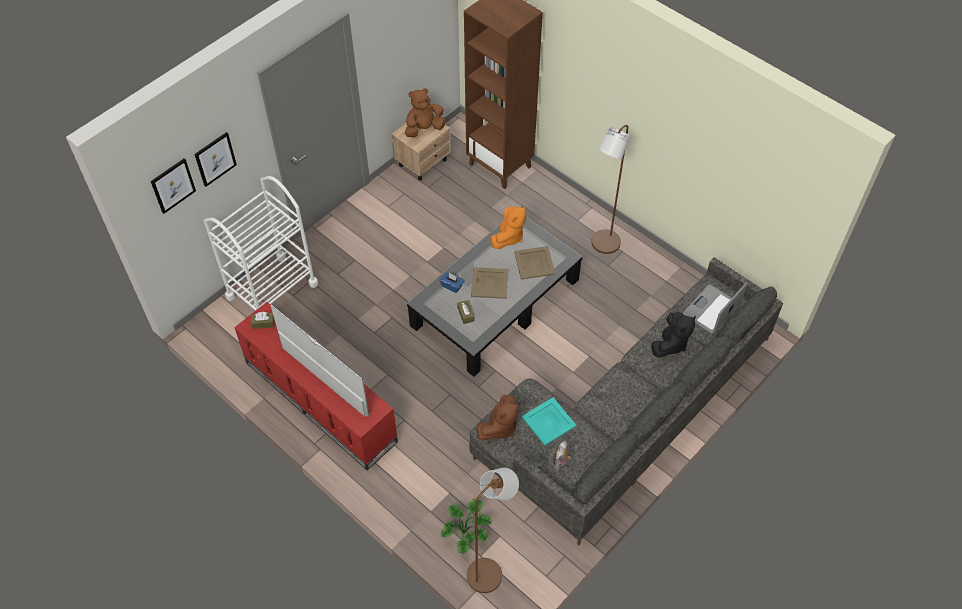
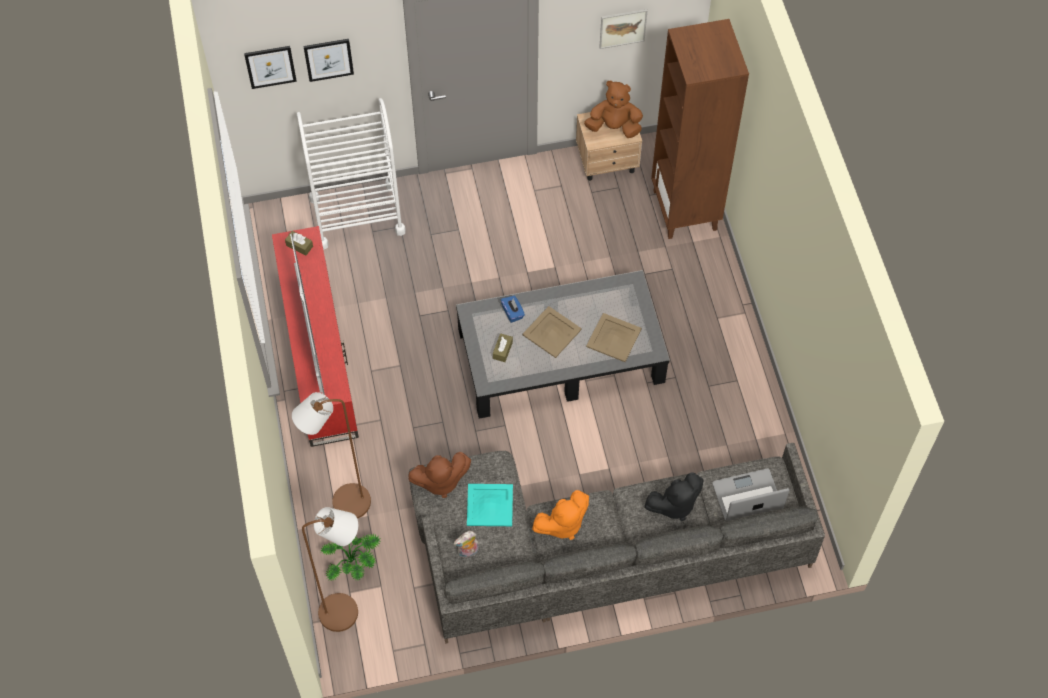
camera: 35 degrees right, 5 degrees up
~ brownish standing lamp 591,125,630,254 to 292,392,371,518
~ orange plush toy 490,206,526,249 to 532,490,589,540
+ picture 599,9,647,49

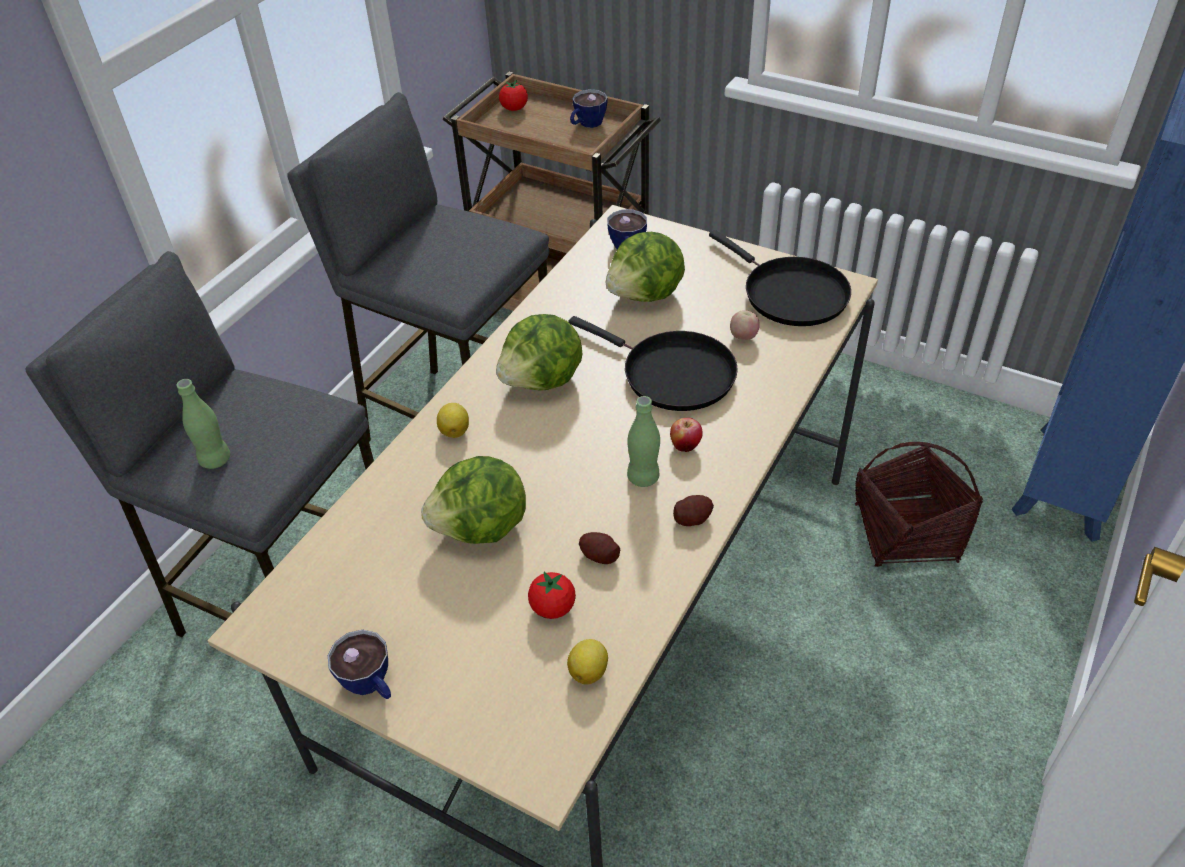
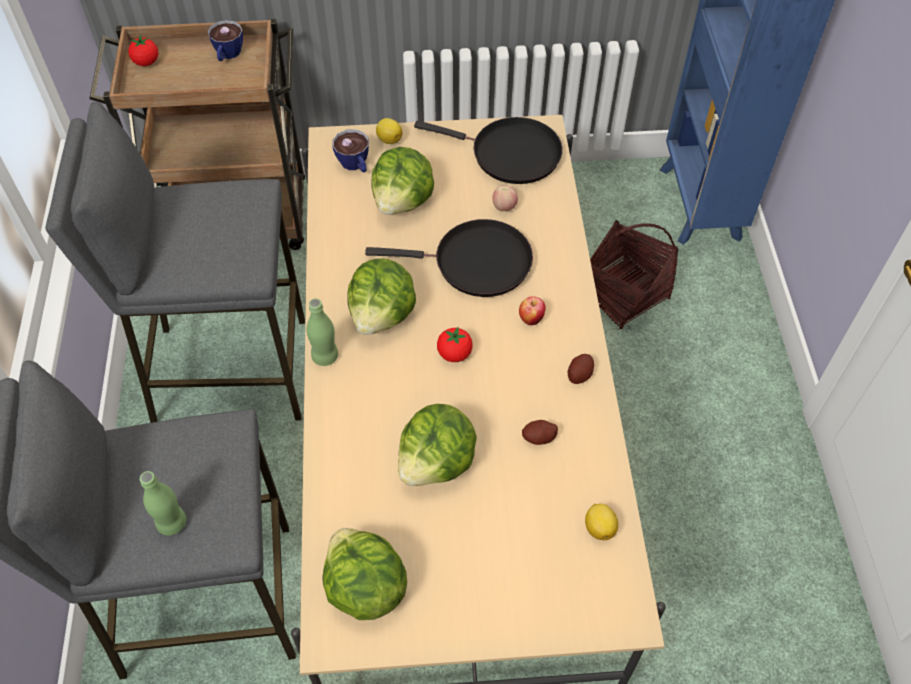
camera: 35 degrees left, 10 degrees up
~ green-coloured drink bottle 627,396,660,487 to 307,298,338,366
~ lemon 437,403,469,438 to 376,118,402,144
~ whole tomato 528,572,576,619 to 437,327,473,362
- drinking cup 328,629,391,699
+ lettuce head 322,528,407,620

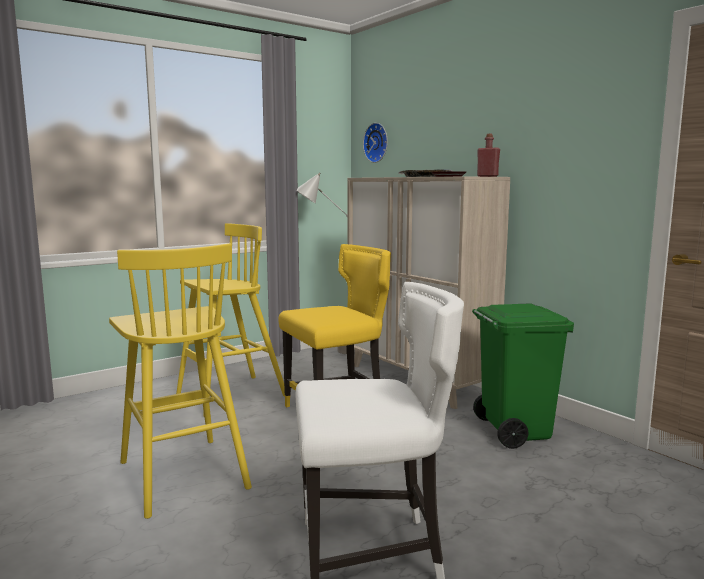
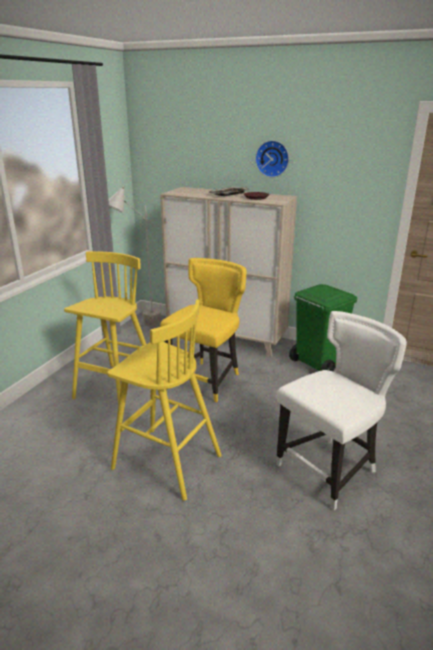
camera: 30 degrees left, 15 degrees up
~ wall clock 363,123,388,163 to 255,140,289,178
- red-coloured drink bottle 477,134,500,177

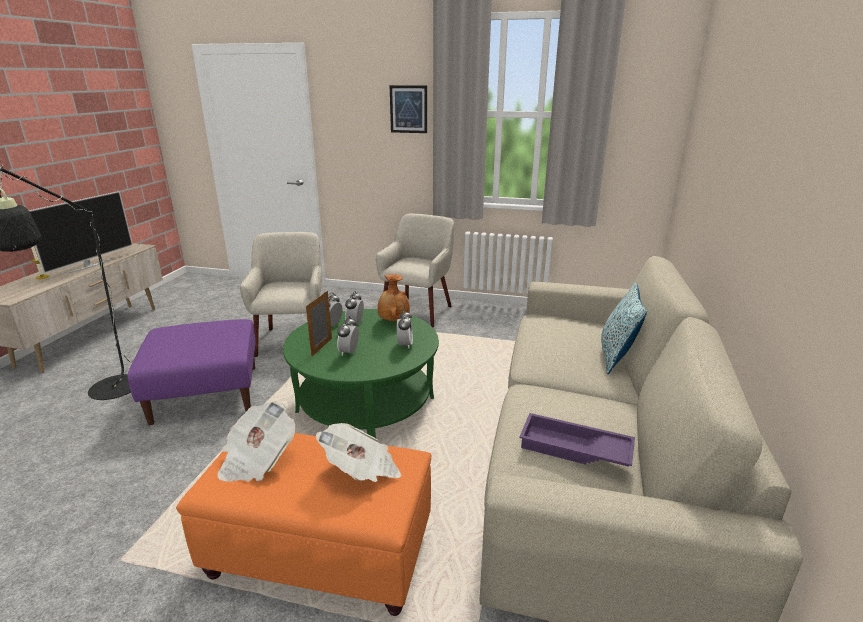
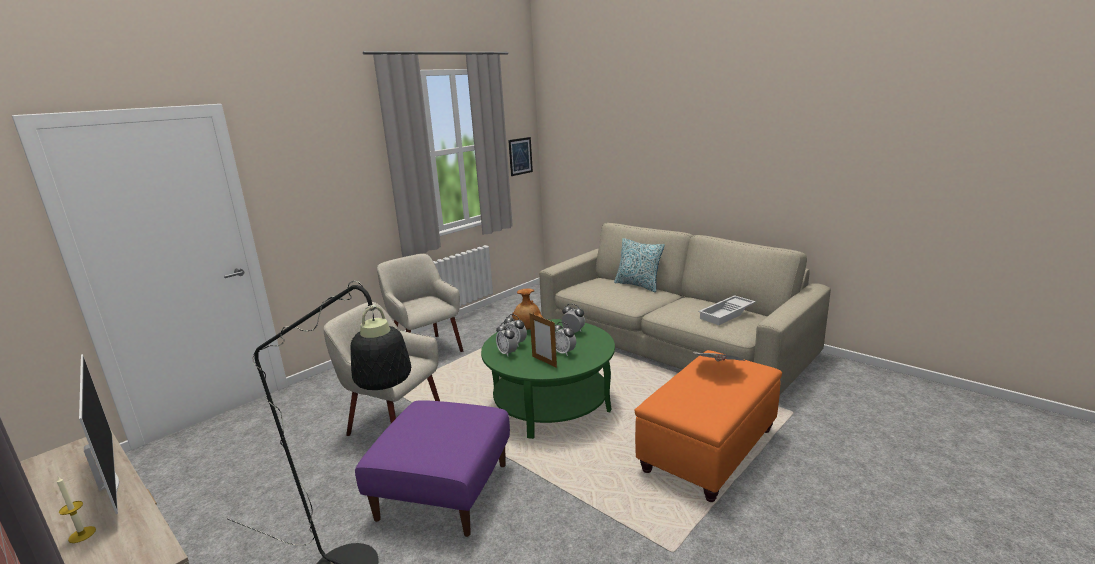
camera: 60 degrees left, 5 degrees down
~ picture 390,85,427,133 to 508,137,533,176
- printed paper 217,401,295,482
~ purple tray 519,413,635,467 to whitish tray 698,295,756,325

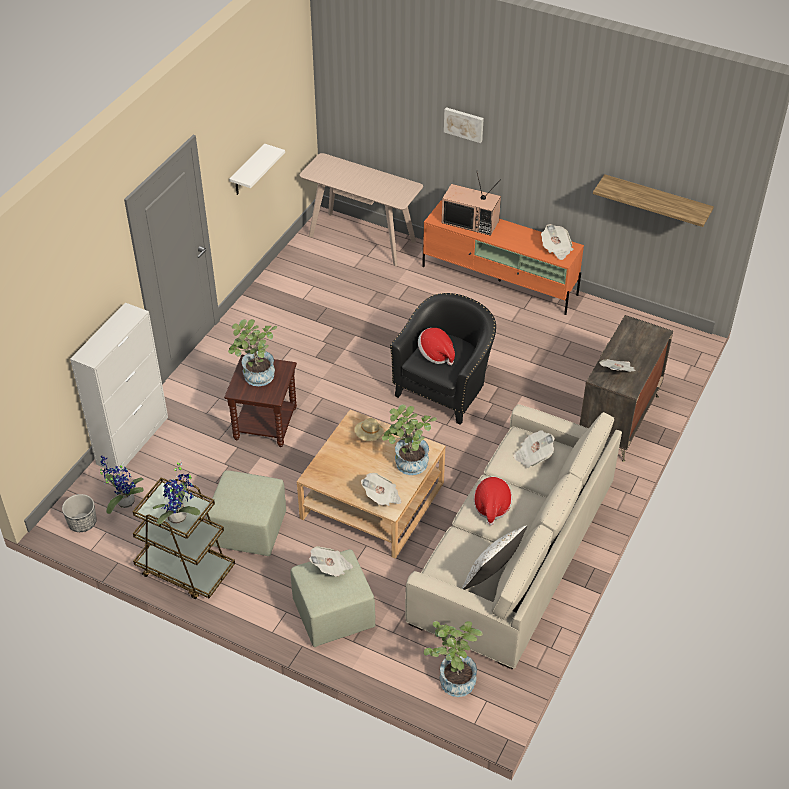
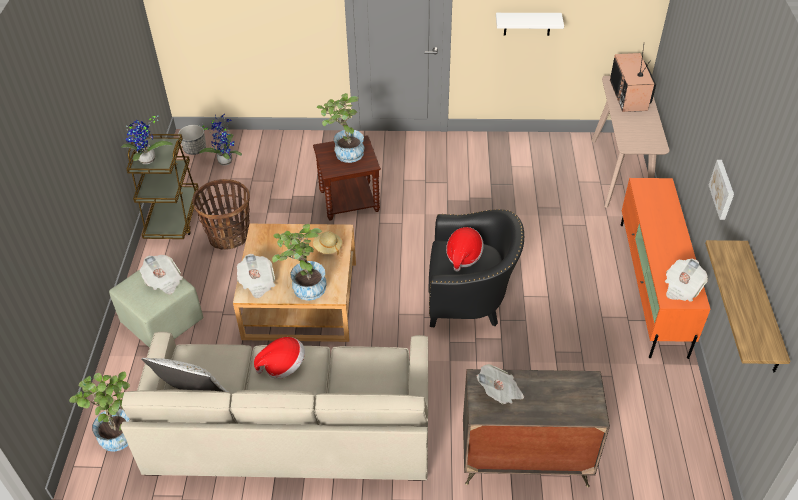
camera: 65 degrees right, 0 degrees up
~ picture 444,107,484,143 to 709,160,734,220
~ TV 442,170,501,236 to 610,42,656,112
- whitish storage cabinet 70,303,168,473
- printed paper 513,431,555,468
~ green-coloured ottoman 206,470,286,556 to household basket 192,179,250,250

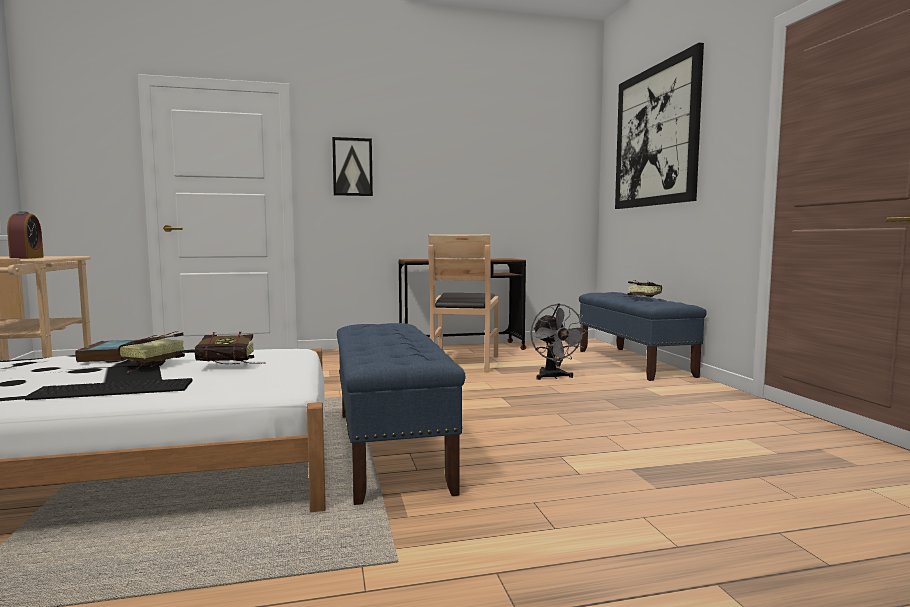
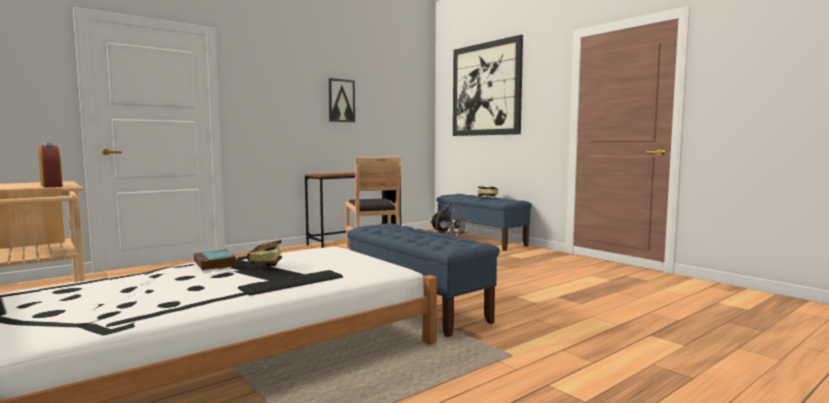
camera: 25 degrees left, 0 degrees up
~ picture 332,137,373,196 to 328,78,355,122
- volume 194,332,266,364

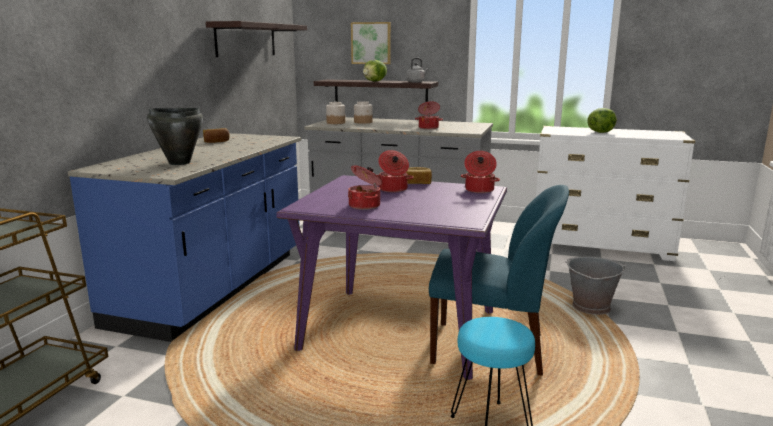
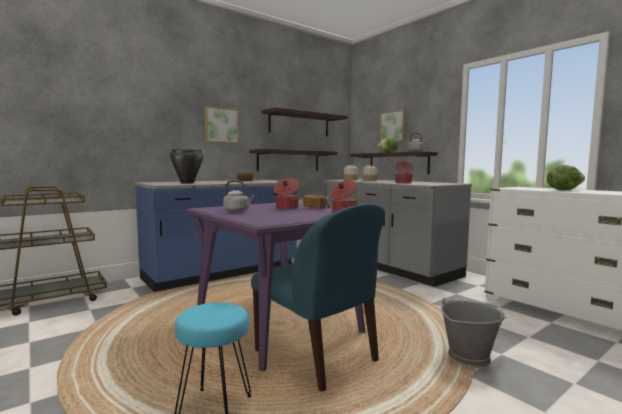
camera: 35 degrees right, 10 degrees down
~ stockpot 348,166,382,210 to grey tea kettle 223,180,255,212
+ picture 205,106,239,143
+ bracket shelf 250,149,337,172

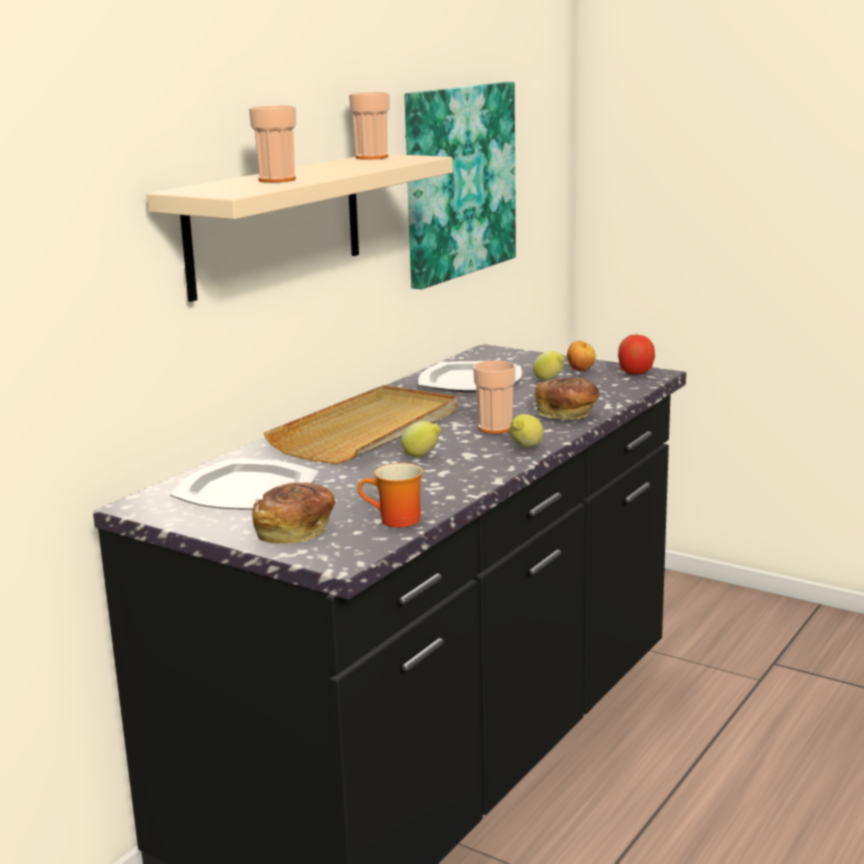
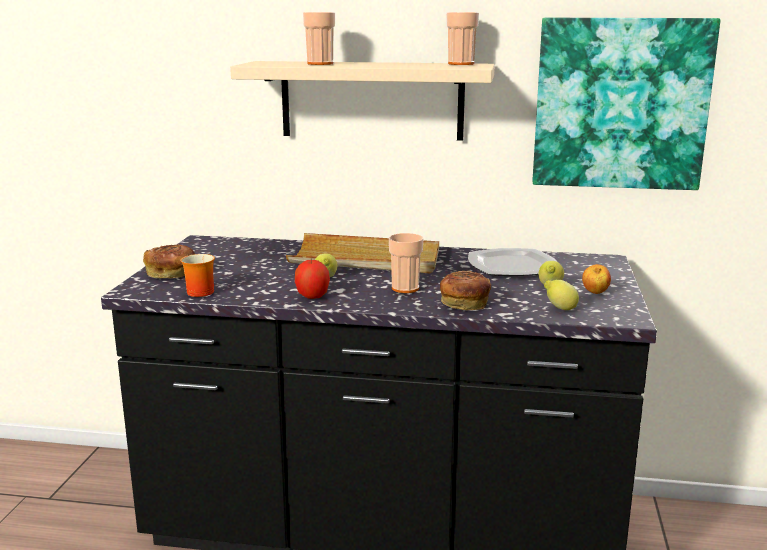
camera: 65 degrees right, 0 degrees up
~ apple fruit 618,333,655,375 to 295,259,330,299
~ lemon 509,414,544,448 to 544,280,579,310
- flat dish 170,459,319,510

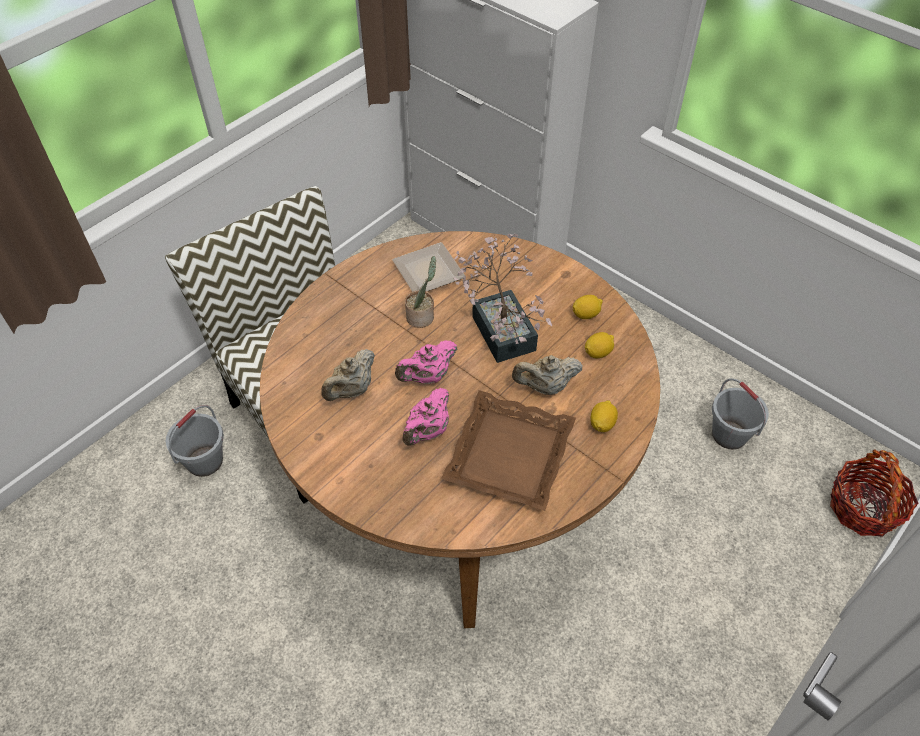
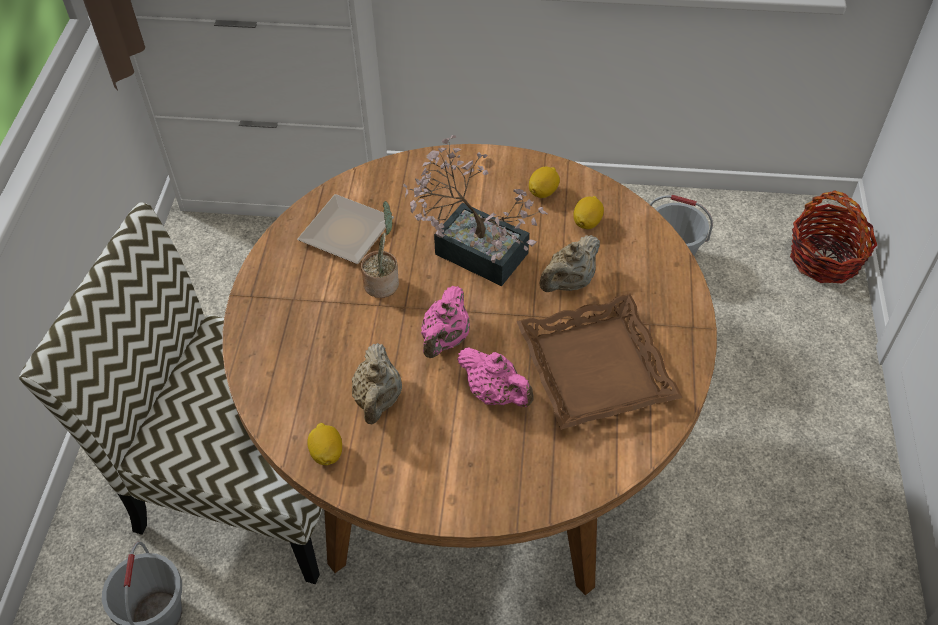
camera: 35 degrees left, 0 degrees up
~ pinkish pot for tea 402,388,449,446 = 457,347,533,407 45 degrees counterclockwise
~ lemon 590,400,618,432 to 307,423,342,465

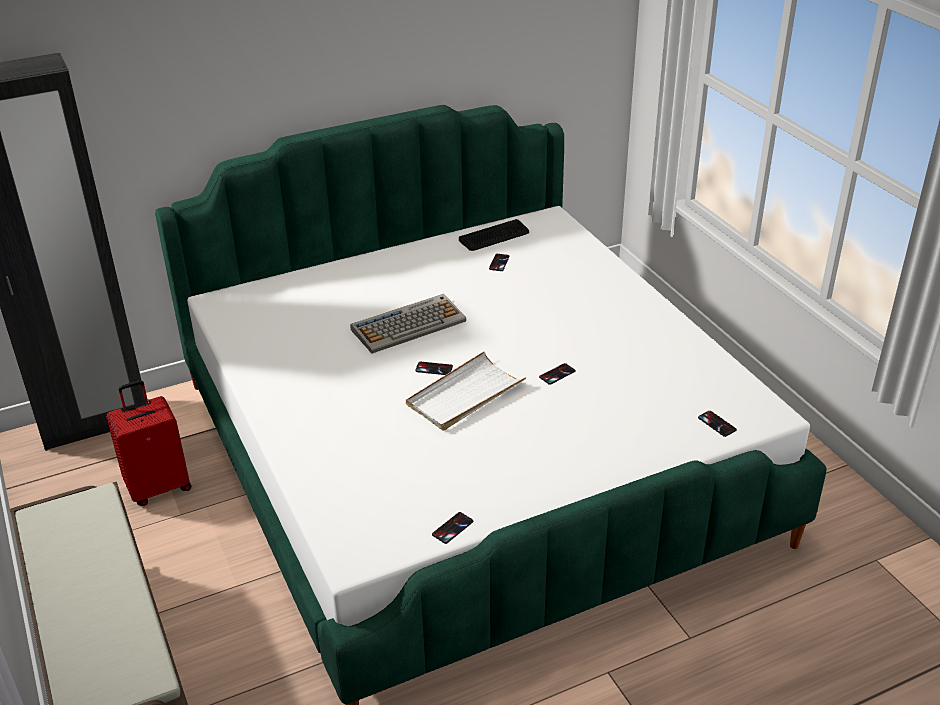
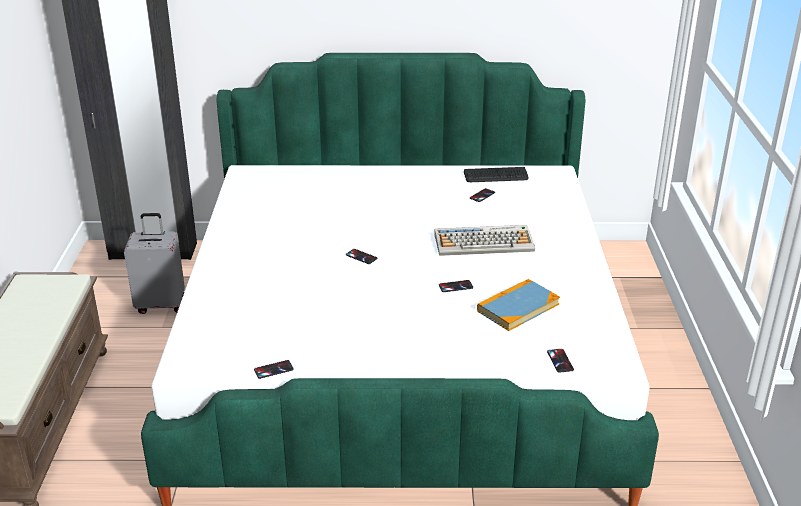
camera: 25 degrees right, 5 degrees down
~ computer keyboard 350,294,466,354 to 434,225,535,256
- whitish tray 406,351,526,431
~ red-coloured piece of luggage 106,380,191,506 to grey piece of luggage 124,213,185,314
+ volume 477,279,560,331

